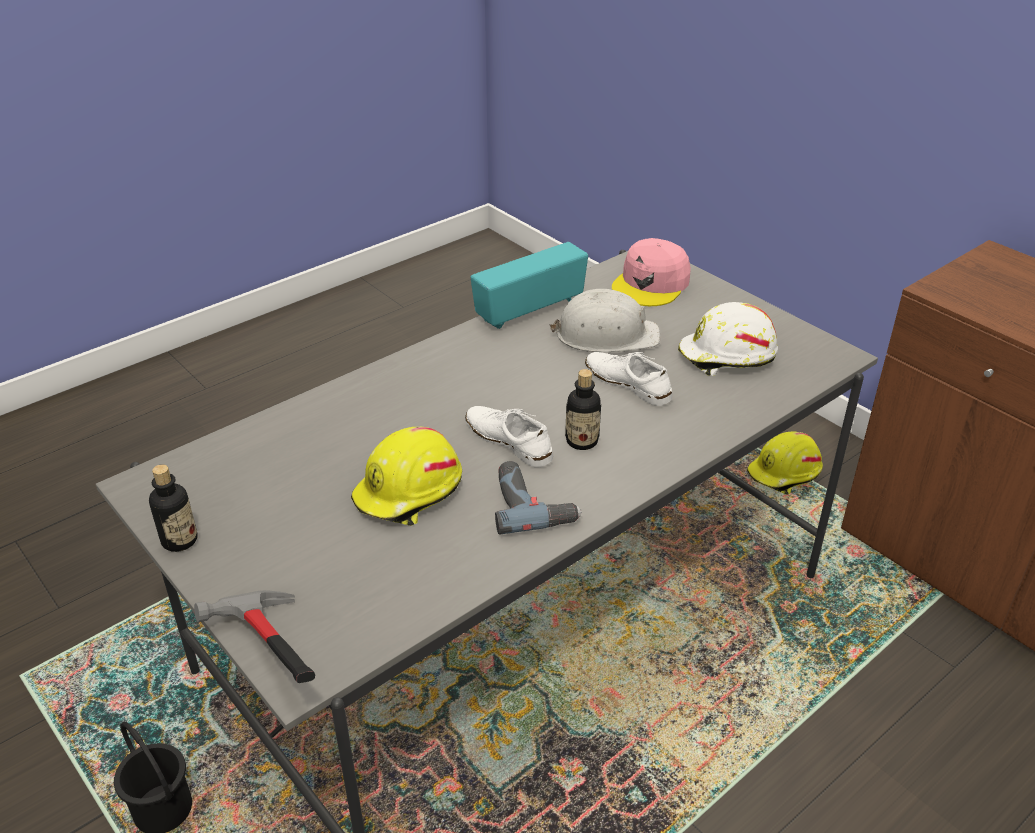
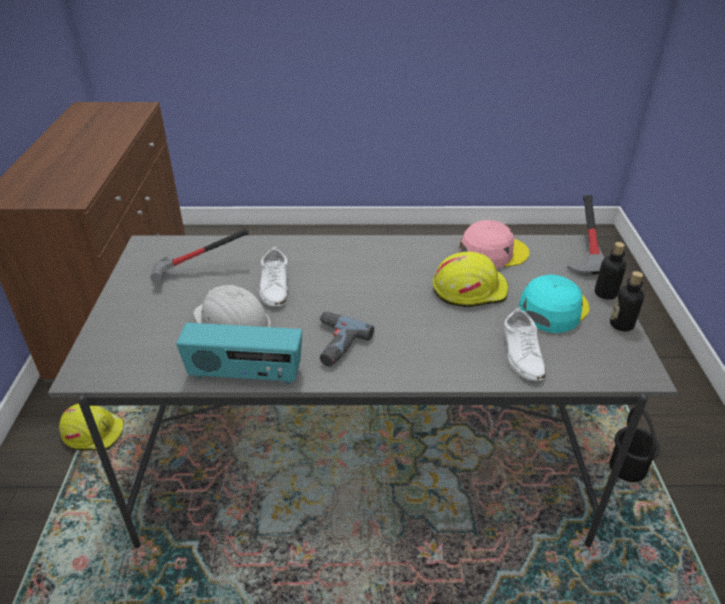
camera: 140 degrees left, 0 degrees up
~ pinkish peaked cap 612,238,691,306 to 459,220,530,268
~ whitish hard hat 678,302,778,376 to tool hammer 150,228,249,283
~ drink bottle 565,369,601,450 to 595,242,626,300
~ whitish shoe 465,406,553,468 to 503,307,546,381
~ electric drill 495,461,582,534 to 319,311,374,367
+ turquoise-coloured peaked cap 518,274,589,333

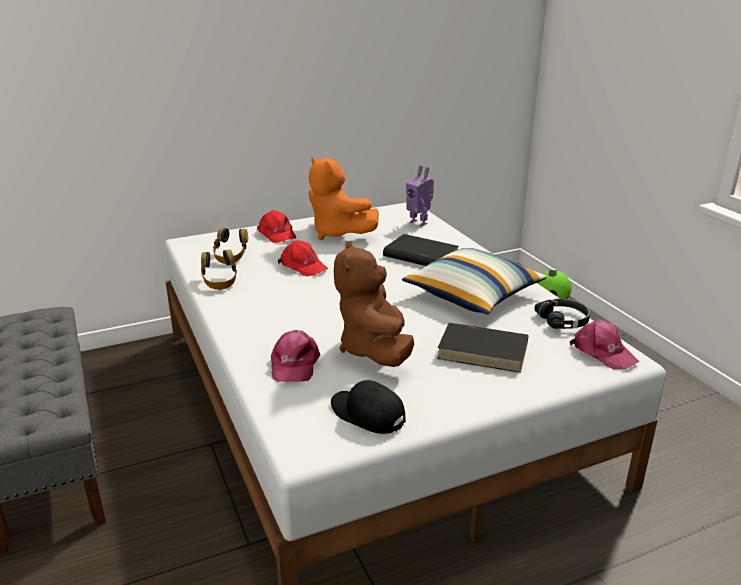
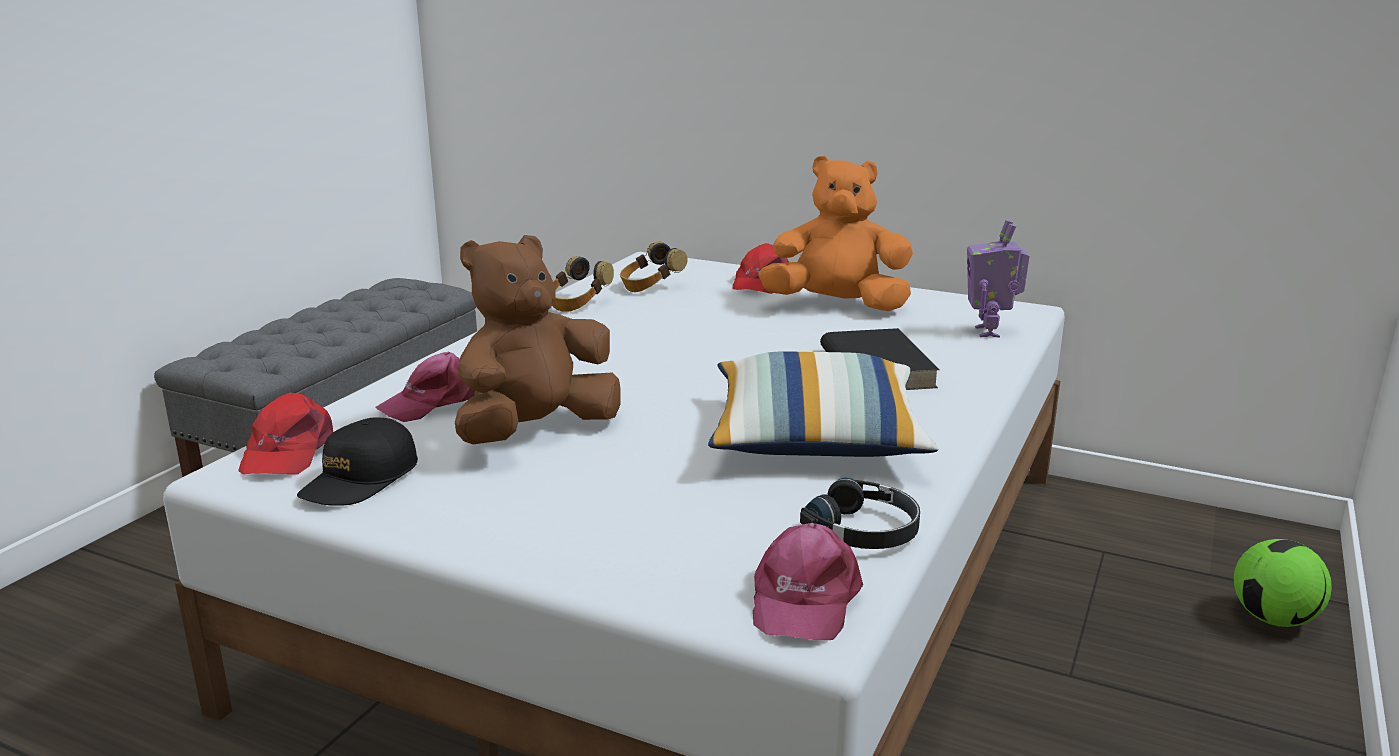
camera: 50 degrees right, 5 degrees down
~ orange plush toy 309,157,379,240 = 758,156,913,311 90 degrees clockwise
~ red-coloured peaked cap 278,240,328,276 to 238,392,333,475
- black-coloured volume 437,323,528,373
~ black-coloured peaked cap 331,380,406,434 = 297,417,418,506 150 degrees counterclockwise

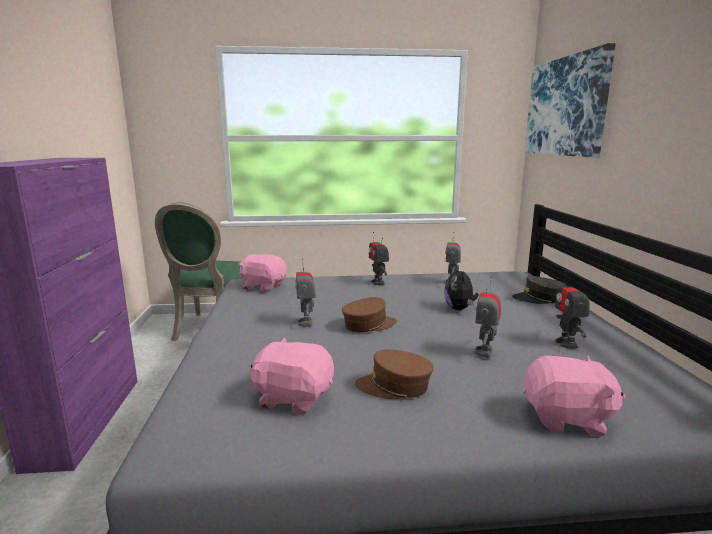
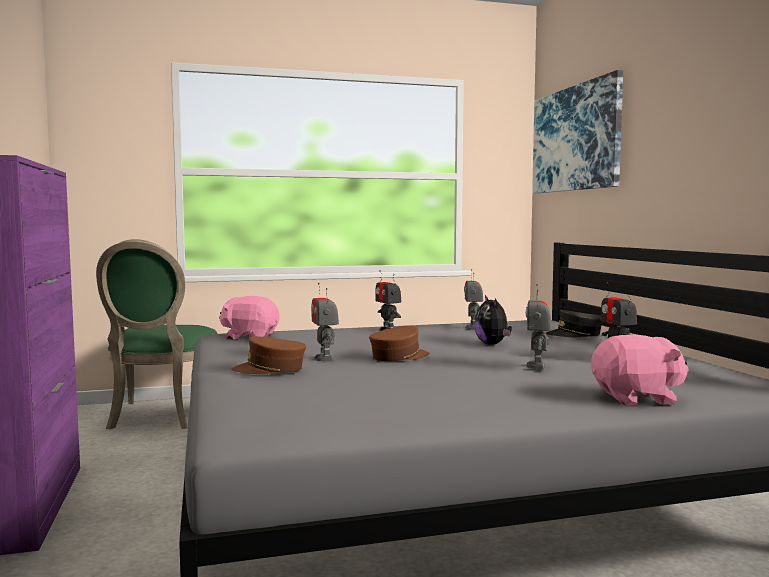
camera: 10 degrees left, 10 degrees down
- pinkish plush toy 250,338,334,415
~ brownish peaked cap 355,349,434,399 to 231,336,306,374

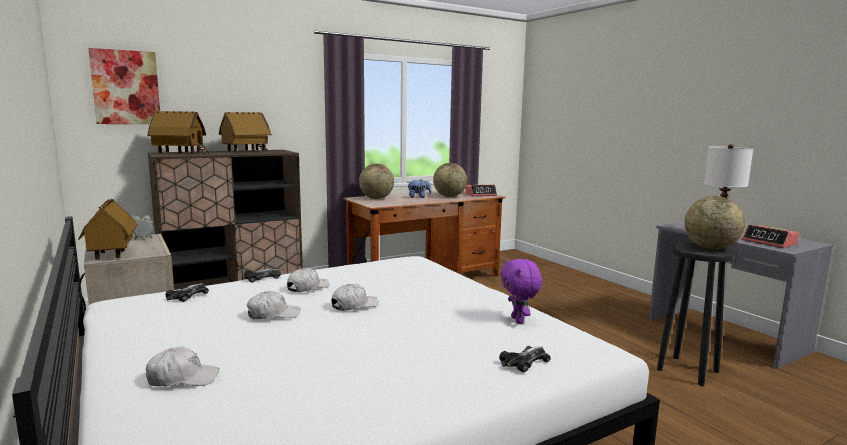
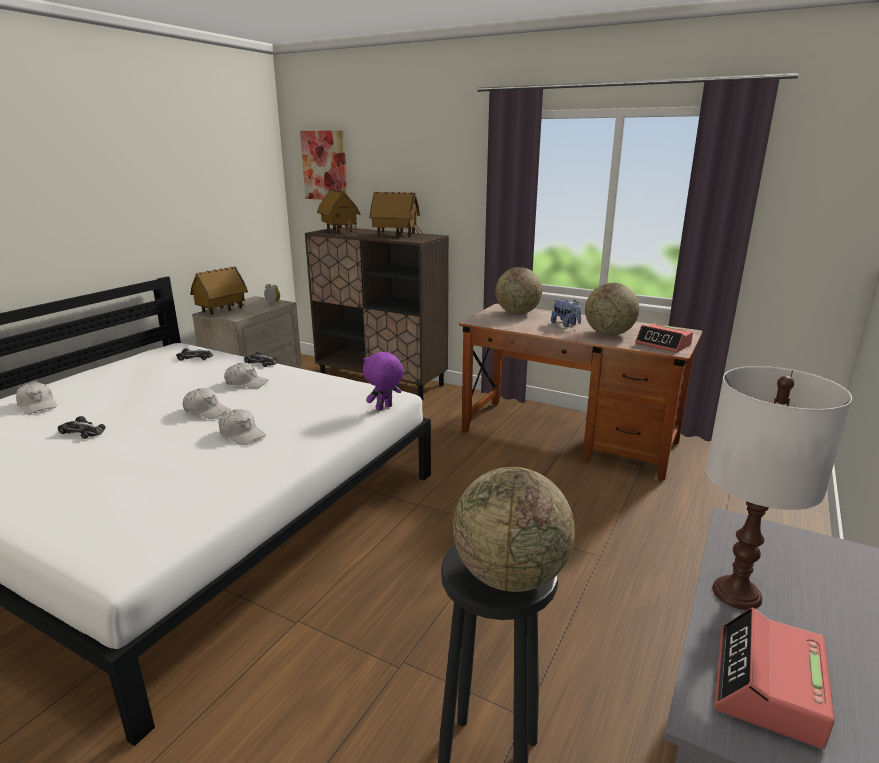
camera: 60 degrees right, 10 degrees up
~ purple plush toy 500,259,542,324 to 363,351,404,411
~ whitish peaked cap 247,291,300,319 to 218,409,266,445
~ toy car 499,346,551,372 to 58,416,105,439

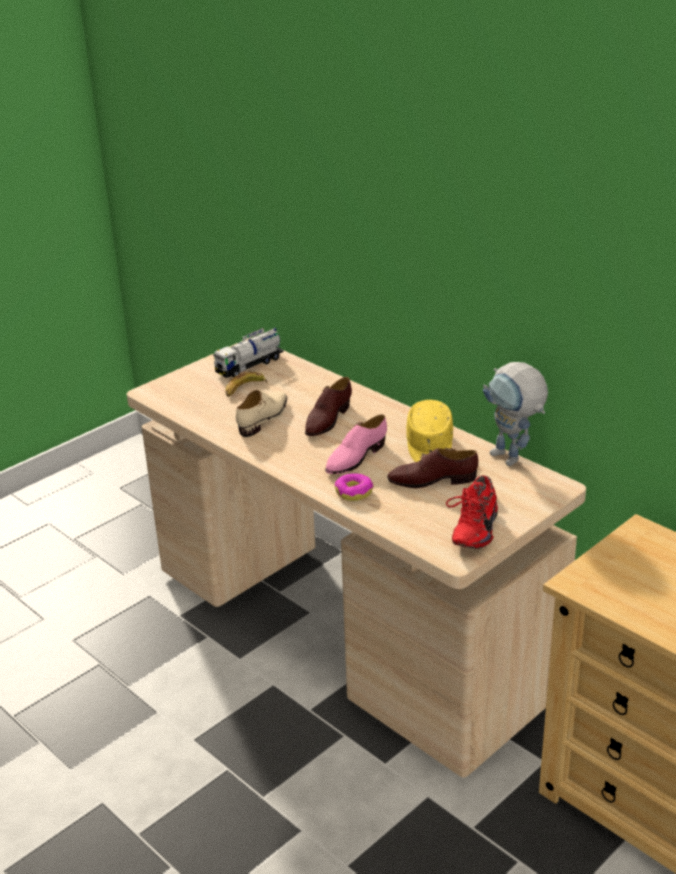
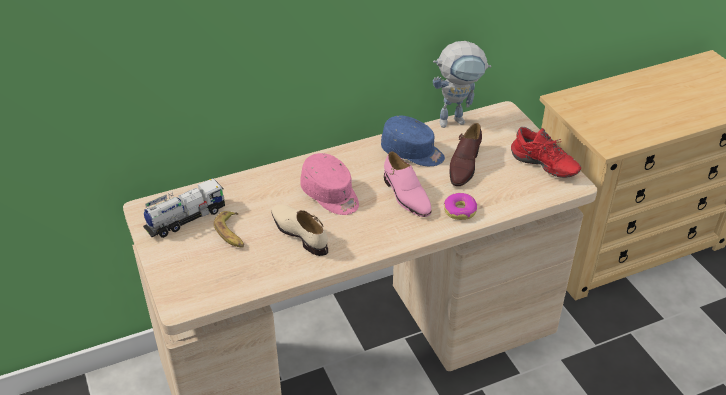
camera: 70 degrees left, 10 degrees up
~ model truck 213,328,284,378 = 143,179,225,238 105 degrees counterclockwise
~ brownish shoe 305,377,352,436 to pinkish peaked cap 300,153,359,215
~ yellowish peaked cap 406,400,453,462 to blue peaked cap 381,116,445,166

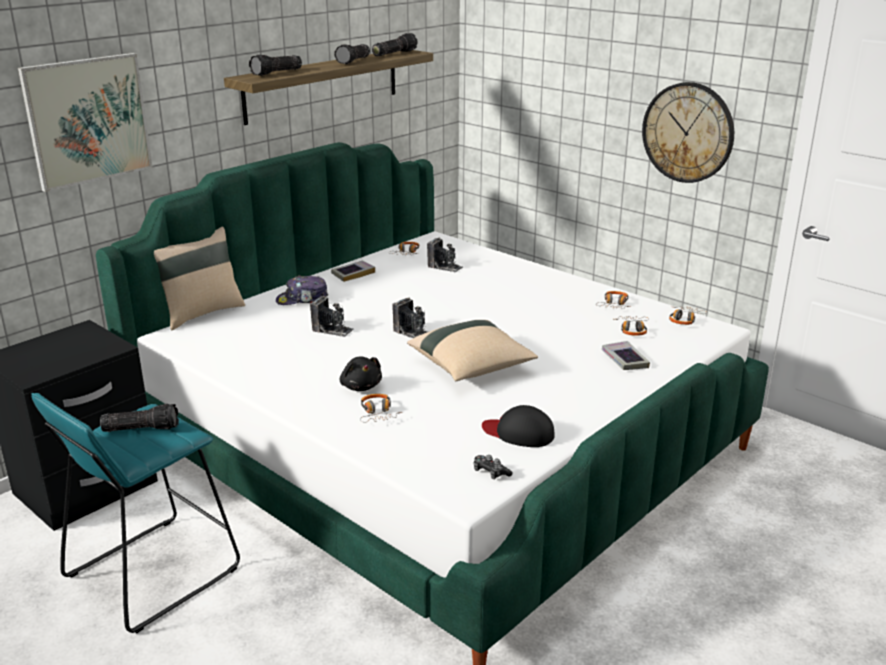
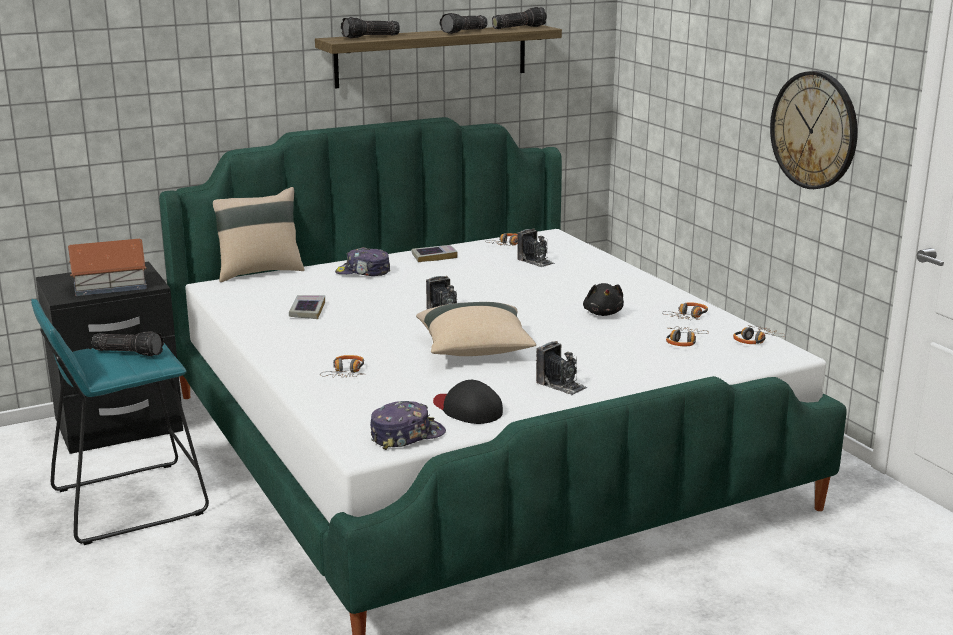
camera: 20 degrees right, 5 degrees down
- picture 18,53,153,192
~ still camera 310,296,354,337 to 536,341,588,395
~ volume 602,341,650,370 to 289,295,325,319
~ black-coloured plush toy 340,356,382,391 to 583,283,624,316
~ gamepad 473,455,512,479 to peaked cap 370,401,446,450
+ miniature house 68,239,147,296

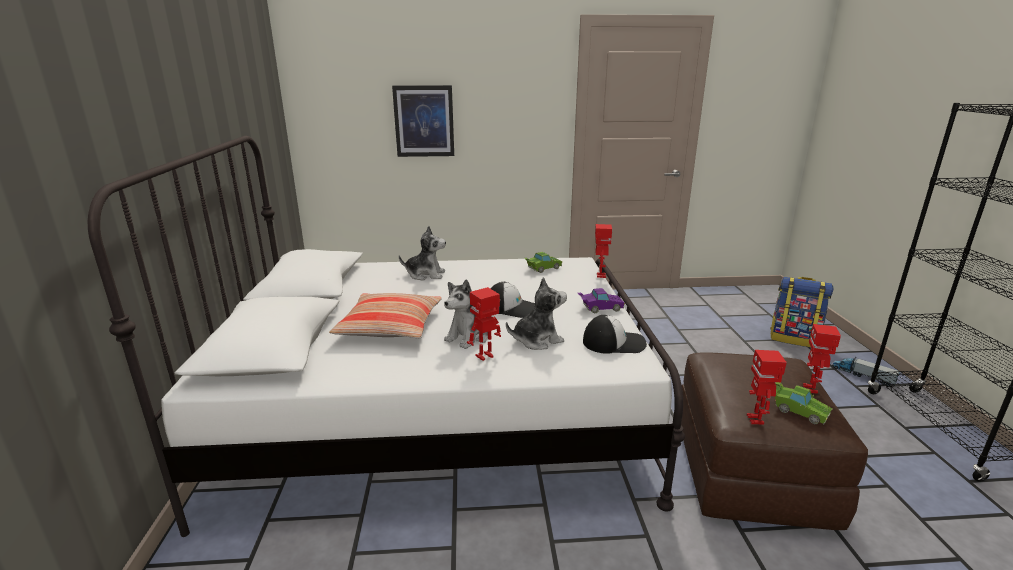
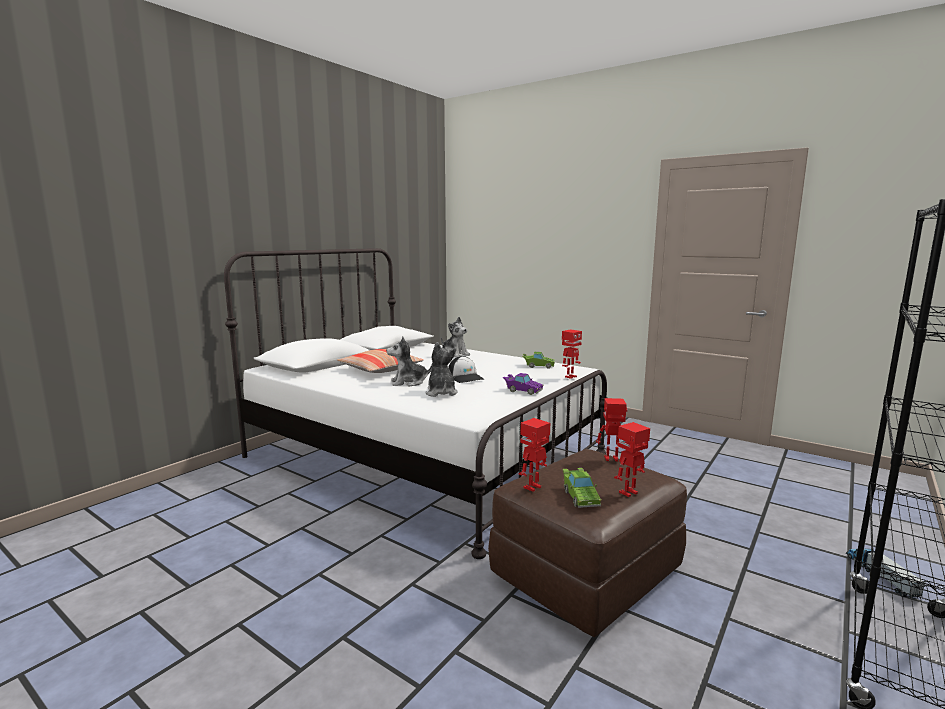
camera: 40 degrees right, 10 degrees down
- picture 392,85,454,157
~ plush toy 506,277,567,350 = 425,342,458,397 120 degrees counterclockwise
- knapsack 770,277,834,347
~ model robot 467,287,501,361 to 596,398,627,462
- peaked cap 583,315,647,354

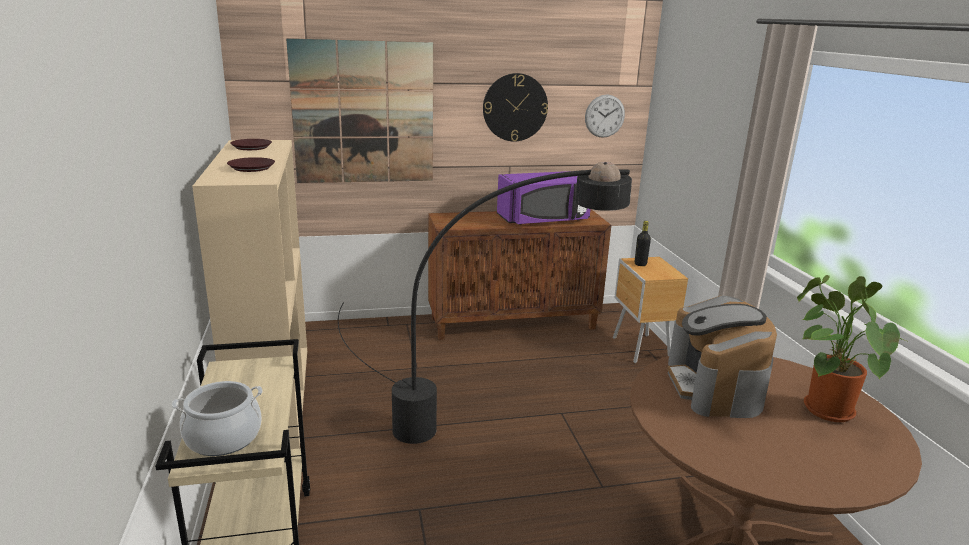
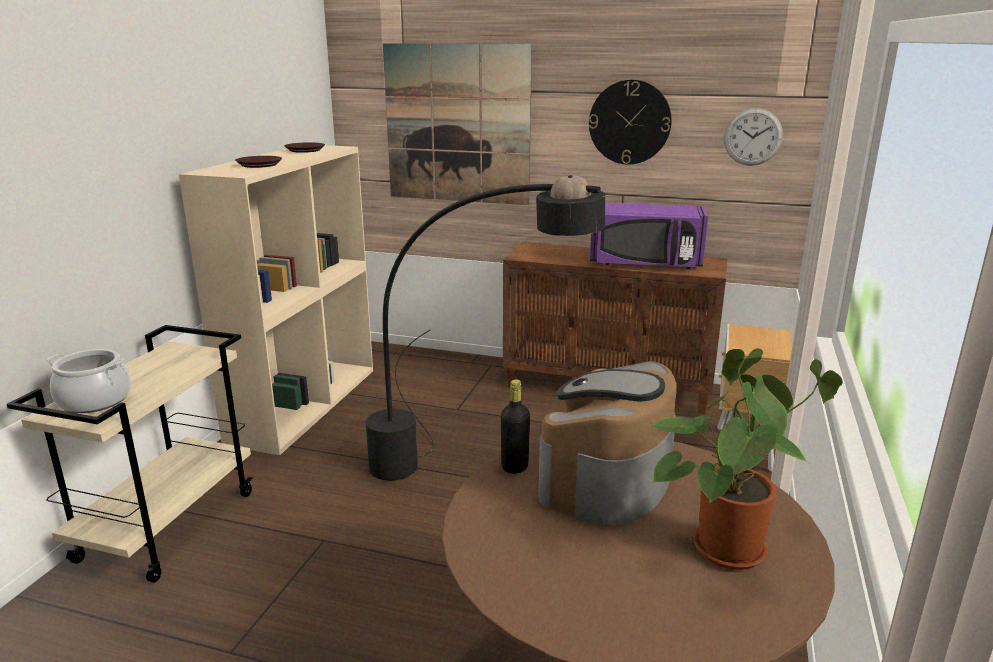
camera: 30 degrees right, 0 degrees up
~ black-coloured drink bottle 635,221,651,266 to 501,379,530,474

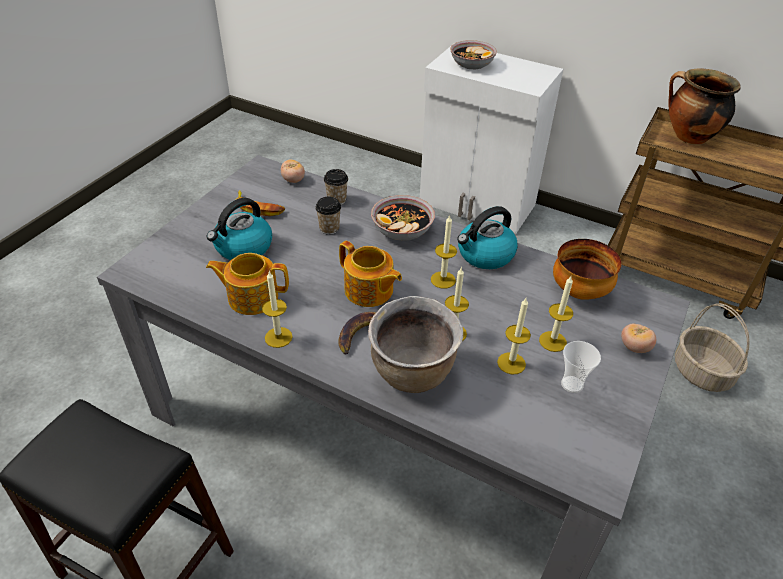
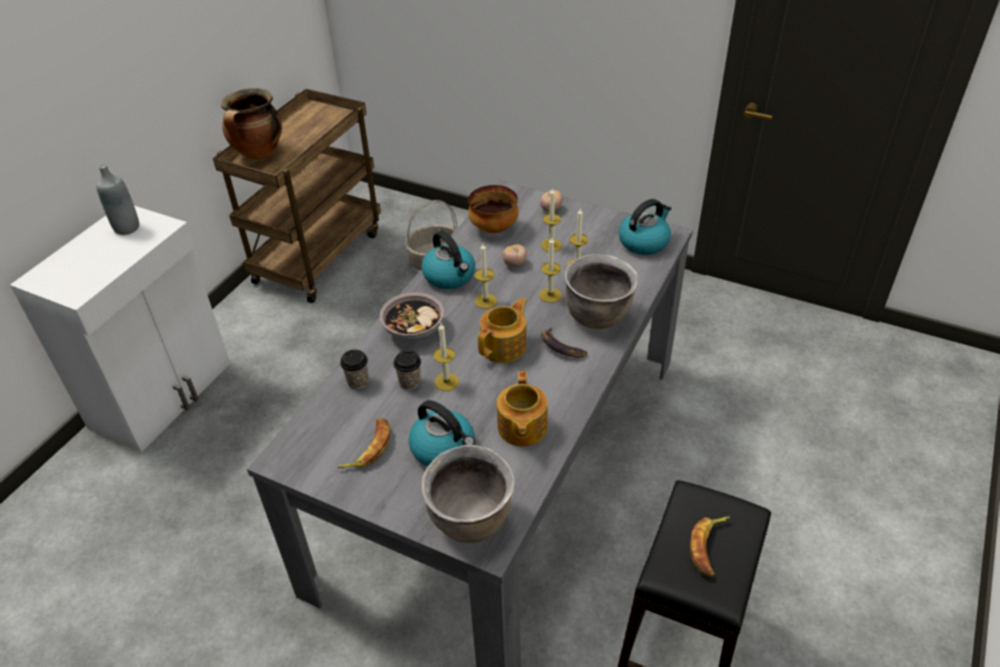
camera: 90 degrees left, 0 degrees up
- deep dish 450,40,497,70
~ whole tomato 281,159,305,183 to 502,244,527,267
~ wax candle 262,271,293,348 to 433,323,459,391
- drinking cup 561,341,601,393
+ grey drink bottle 96,164,139,235
+ tea kettle 618,199,671,255
+ brownish stockpot 421,445,515,543
+ whole banana 690,517,730,577

